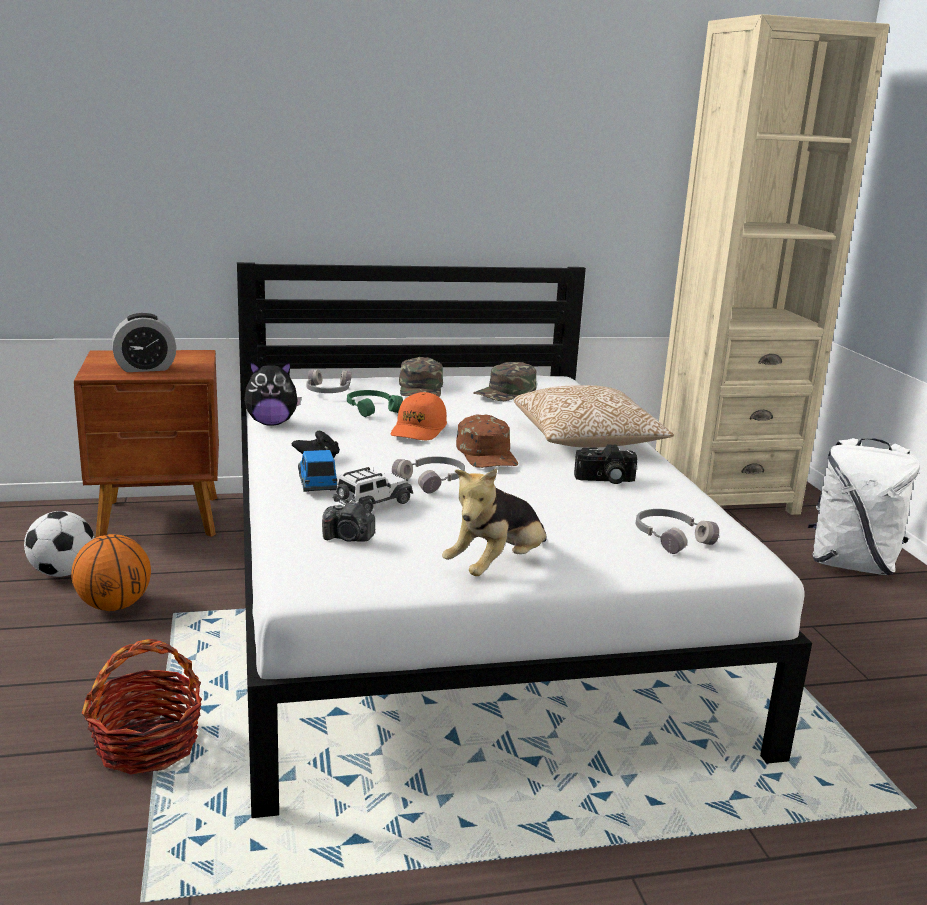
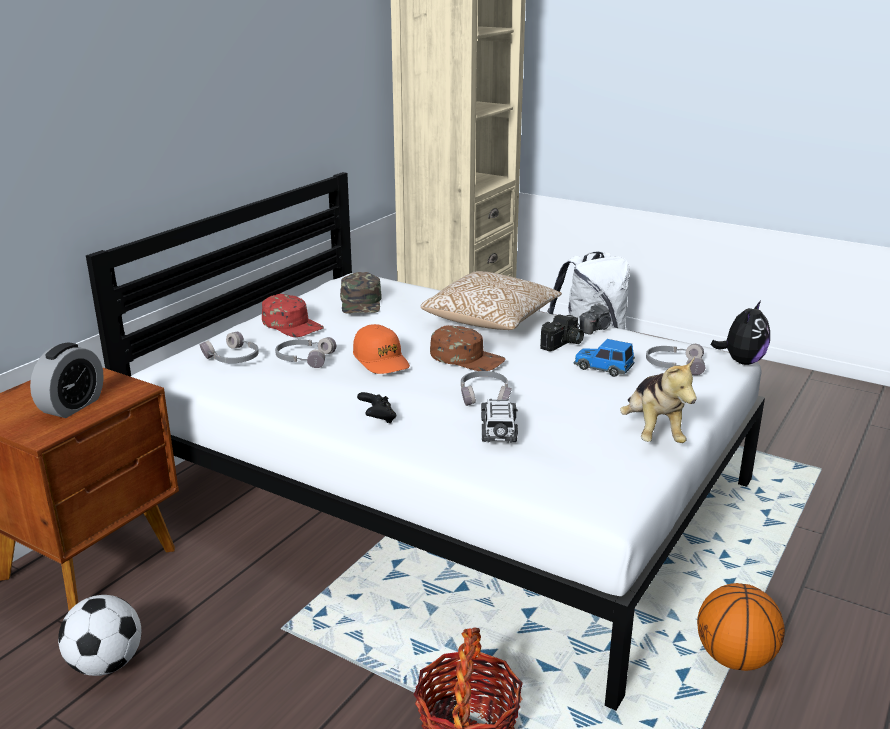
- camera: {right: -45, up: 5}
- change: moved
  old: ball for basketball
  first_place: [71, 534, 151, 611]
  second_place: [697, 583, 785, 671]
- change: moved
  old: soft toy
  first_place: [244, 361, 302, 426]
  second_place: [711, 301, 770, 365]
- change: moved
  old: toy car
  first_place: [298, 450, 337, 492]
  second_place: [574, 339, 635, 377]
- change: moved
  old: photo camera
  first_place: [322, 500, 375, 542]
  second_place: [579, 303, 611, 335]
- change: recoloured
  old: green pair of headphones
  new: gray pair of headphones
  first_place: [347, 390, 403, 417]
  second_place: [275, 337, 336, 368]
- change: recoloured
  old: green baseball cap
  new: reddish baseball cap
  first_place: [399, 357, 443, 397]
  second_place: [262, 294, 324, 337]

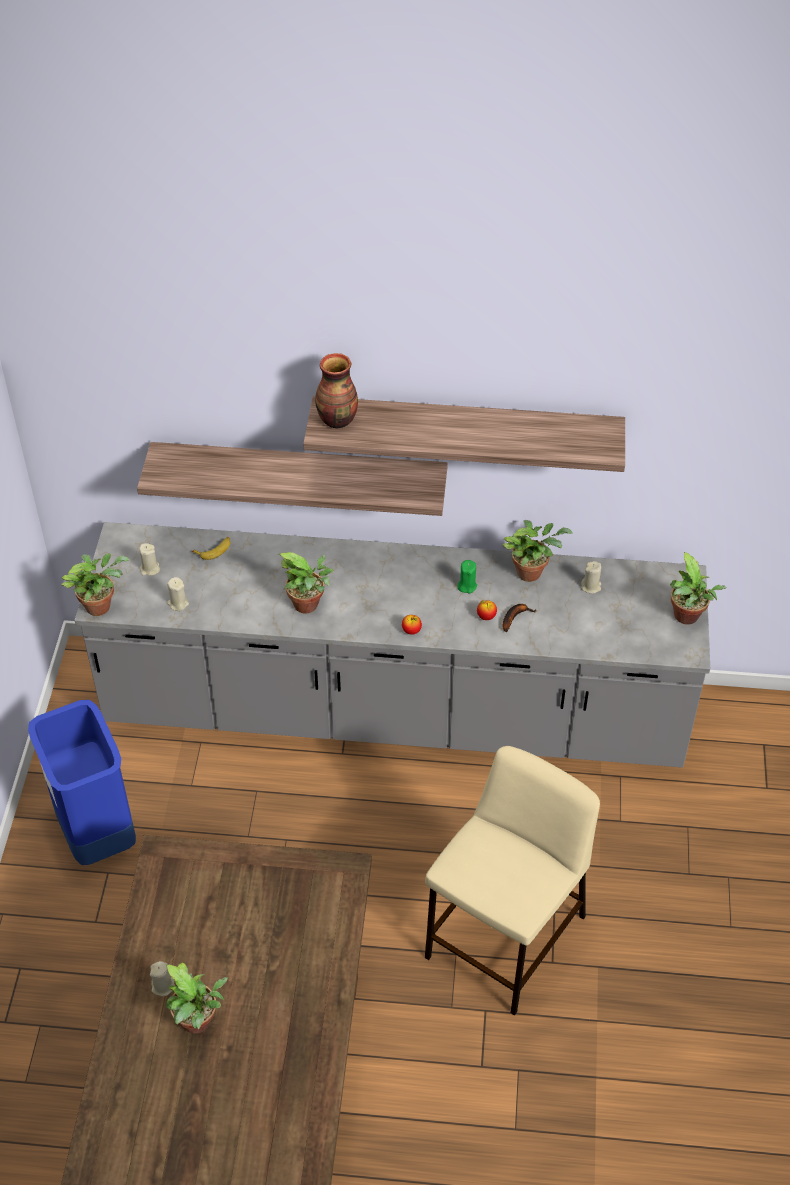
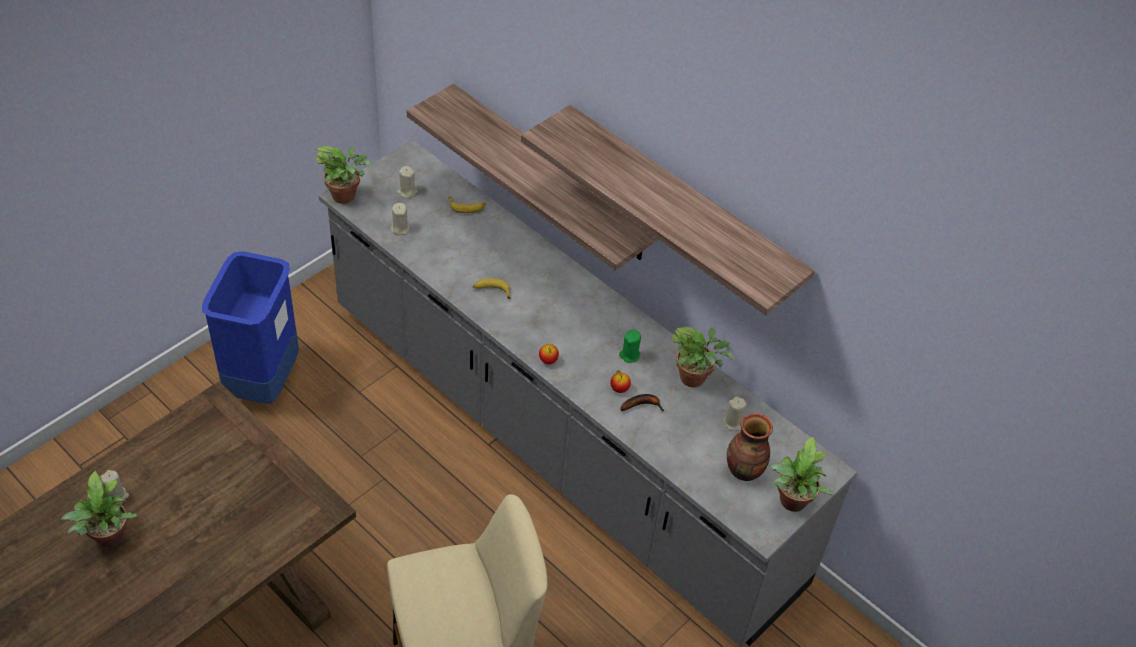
- camera: {right: 35, up: 0}
- change: moved
  old: decorative vase
  first_place: [315, 353, 358, 428]
  second_place: [727, 413, 773, 481]
- change: replaced
  old: potted plant
  new: banana fruit
  first_place: [278, 552, 334, 614]
  second_place: [473, 278, 511, 299]

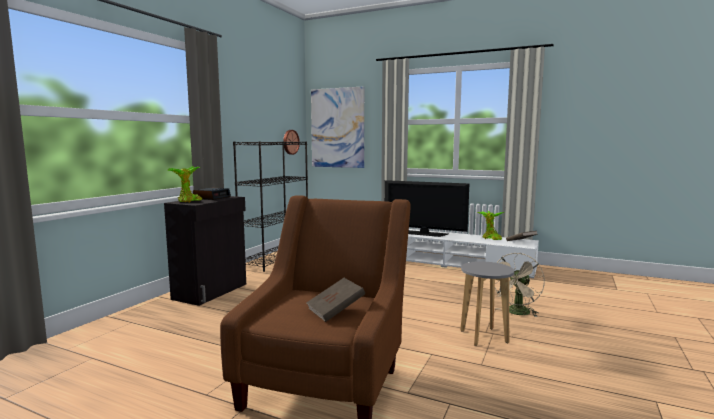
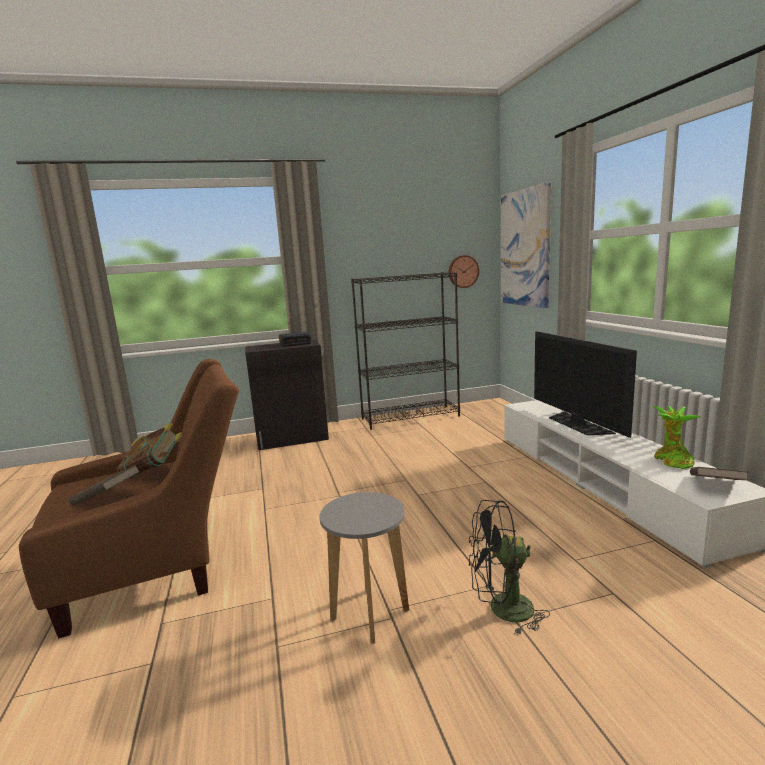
- camera: {right: 50, up: 5}
- change: removed
  old: potted plant
  first_place: [167, 166, 202, 203]
- change: added
  new: volume
  second_place: [117, 423, 183, 478]
- change: recoloured
  old: sand-coloured electric fan
  new: black-coloured electric fan
  first_place: [495, 253, 545, 317]
  second_place: [469, 500, 550, 635]

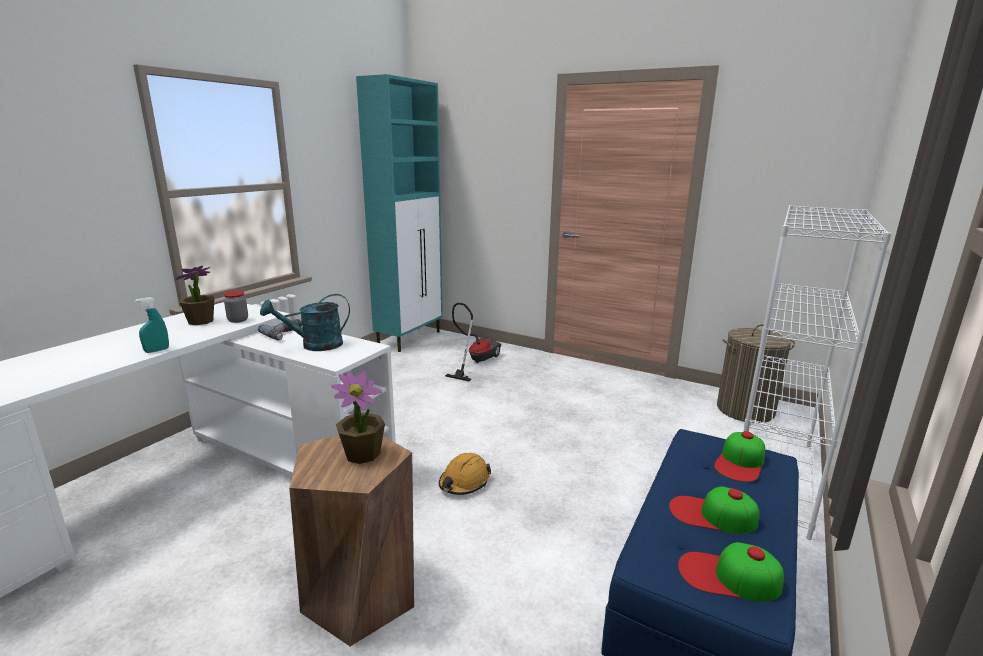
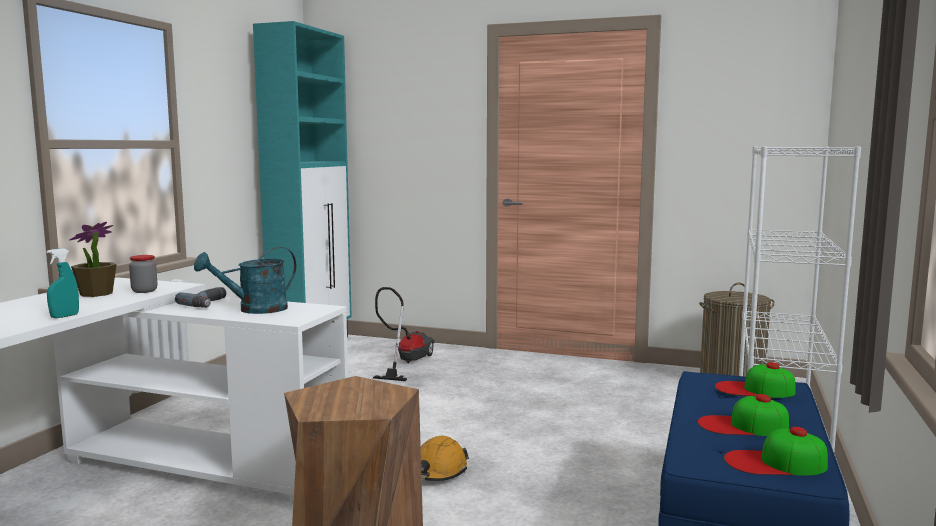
- camera: {right: -10, up: -10}
- change: removed
  old: potted plant
  first_place: [331, 371, 385, 464]
- change: turned
  old: baseball cap
  first_place: [714, 431, 765, 482]
  second_place: [715, 362, 796, 398]
  degrees: 75

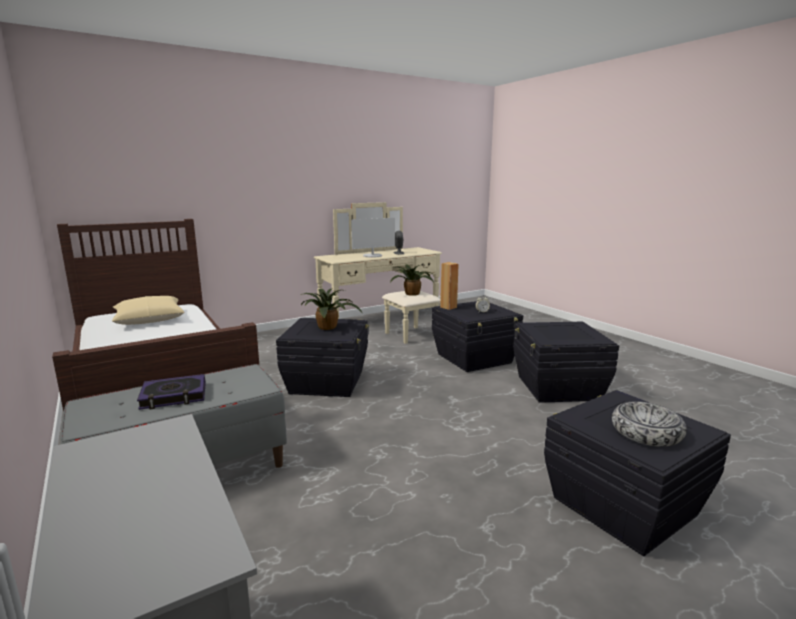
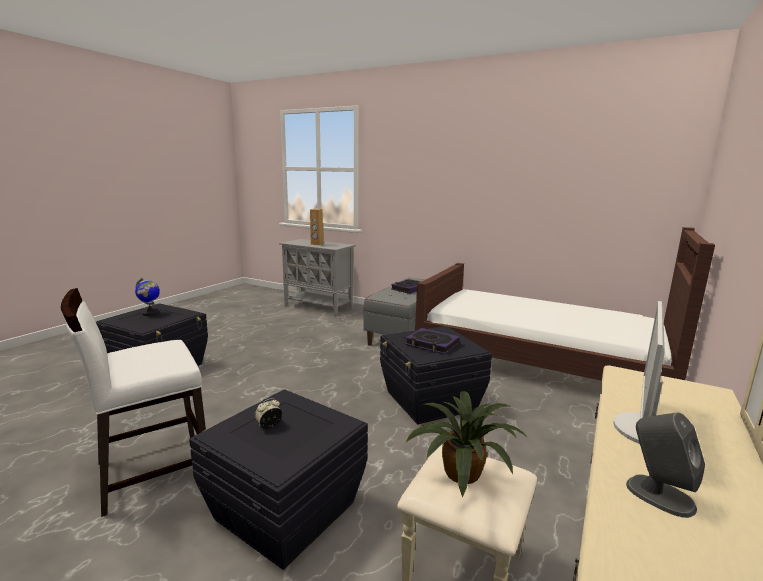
- camera: {right: 150, up: 0}
- change: removed
  old: sand-coloured cushion
  first_place: [112, 296, 184, 325]
- change: moved
  old: brownish loudspeaker
  first_place: [440, 262, 459, 310]
  second_place: [310, 209, 323, 245]
- change: replaced
  old: potted plant
  new: volume
  first_place: [301, 288, 363, 330]
  second_place: [405, 328, 459, 354]
- change: replaced
  old: black-coloured storage box
  new: whitish plain chair
  first_place: [513, 322, 619, 403]
  second_place: [61, 288, 206, 517]
- change: replaced
  old: bowl
  new: desk globe
  first_place: [612, 401, 687, 447]
  second_place: [135, 278, 160, 316]

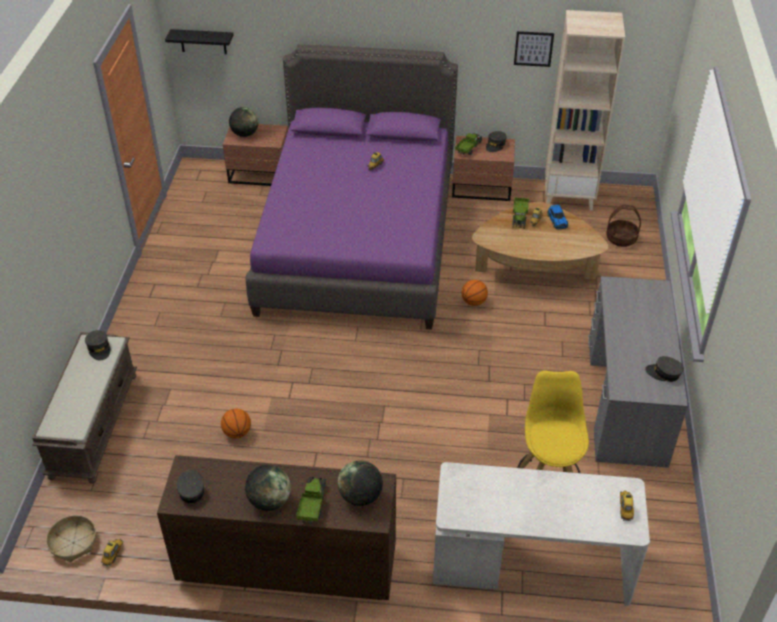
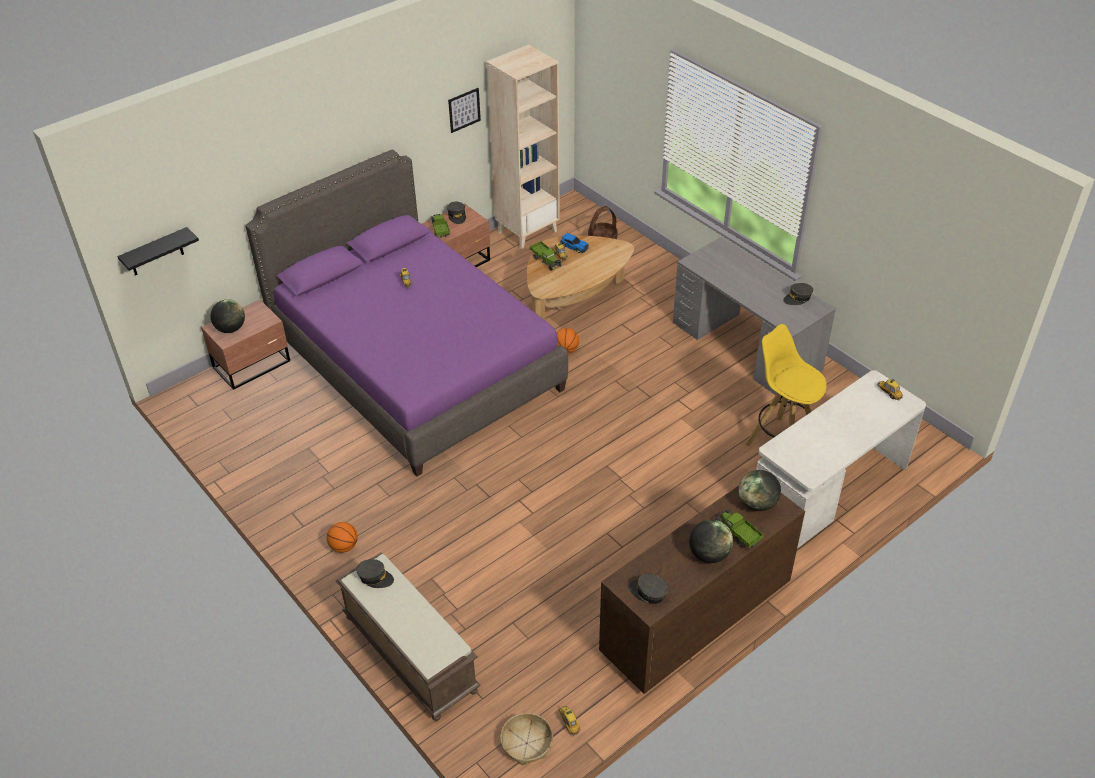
- camera: {right: -45, up: 0}
- change: moved
  old: ball for basketball
  first_place: [221, 408, 251, 439]
  second_place: [327, 522, 358, 553]

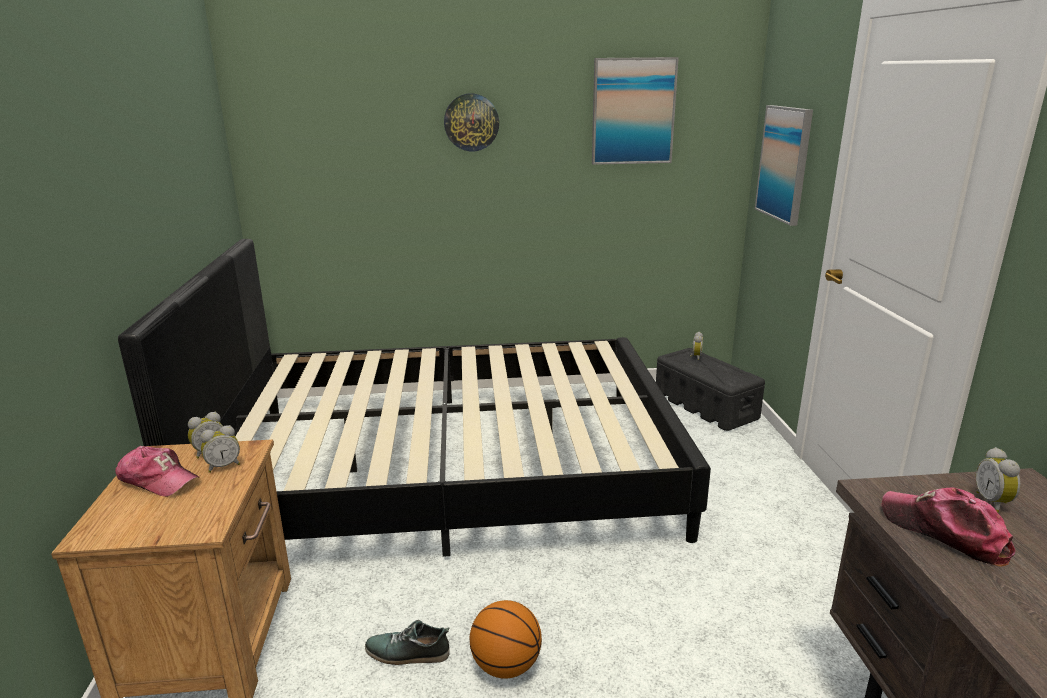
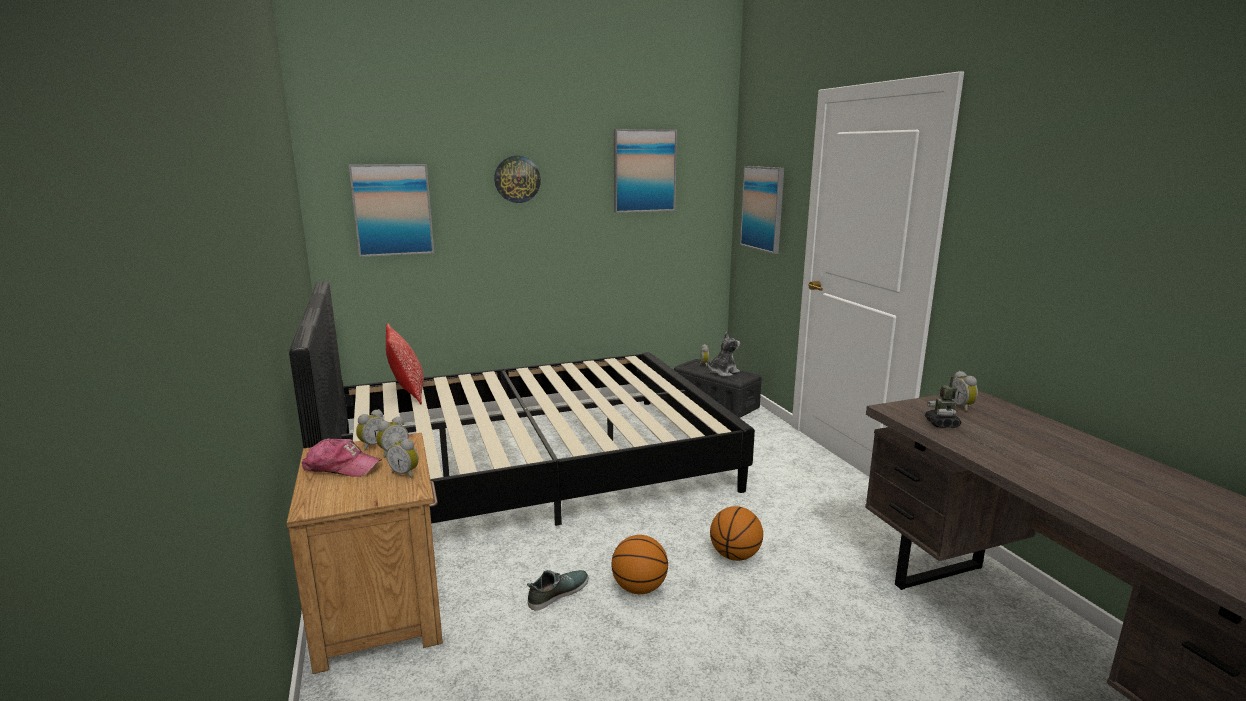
- camera: {right: -15, up: -5}
- change: added
  new: wall picture
  second_place: [349, 164, 434, 257]
- change: added
  new: cushion
  second_place: [386, 323, 424, 404]
- change: added
  new: alarm clock
  second_place: [386, 436, 419, 479]
- change: added
  new: soft toy
  second_place: [707, 332, 740, 377]
- change: added
  new: ball for basketball
  second_place: [710, 506, 763, 561]
- change: replaced
  old: baseball cap
  new: model robot
  first_place: [882, 488, 1016, 567]
  second_place: [925, 377, 962, 428]
- change: turned
  old: shoe
  first_place: [365, 620, 450, 665]
  second_place: [527, 570, 589, 611]
  degrees: 150

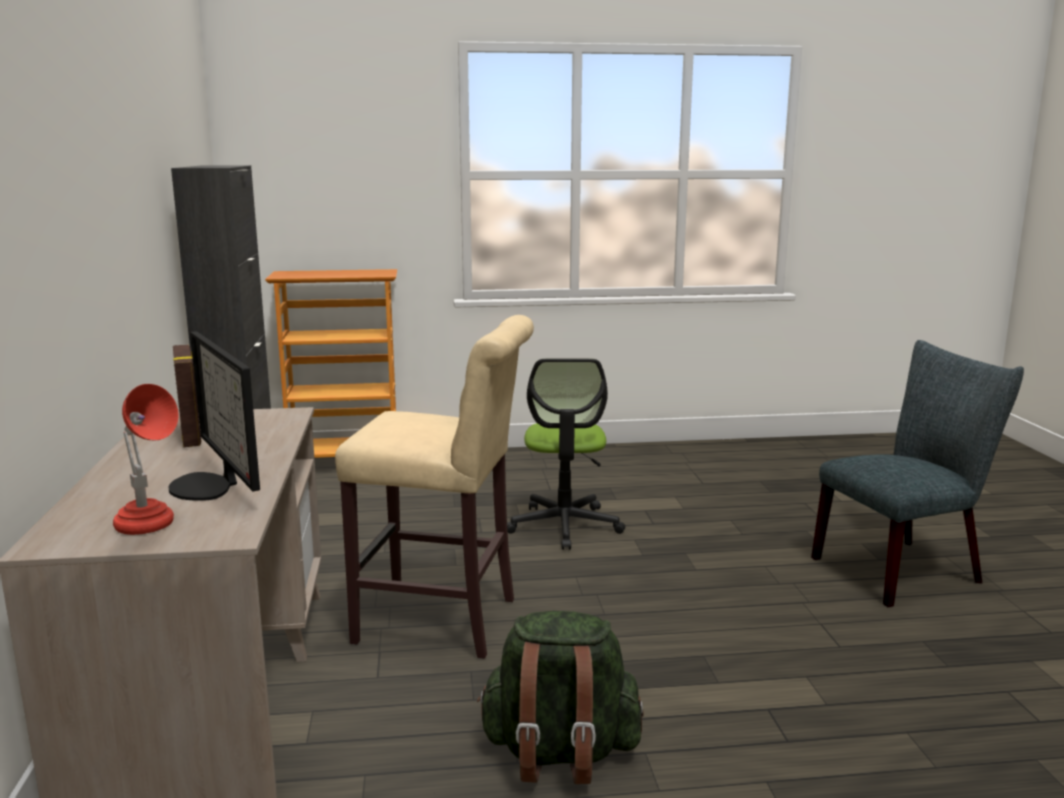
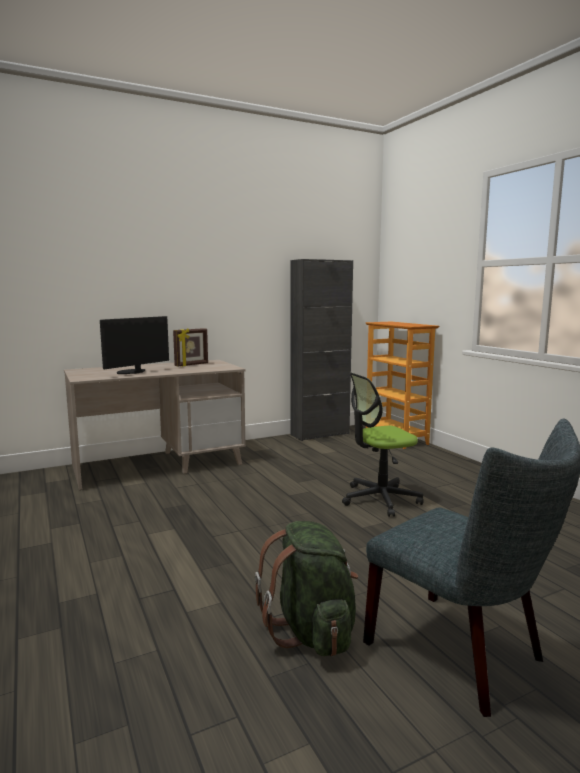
- camera: {right: 70, up: -5}
- change: removed
  old: reddish tabletop lamp
  first_place: [113, 384, 179, 535]
- change: removed
  old: sand-coloured stool seat
  first_place: [335, 315, 534, 659]
- change: moved
  old: green backpack
  first_place: [477, 611, 644, 784]
  second_place: [255, 521, 358, 656]

